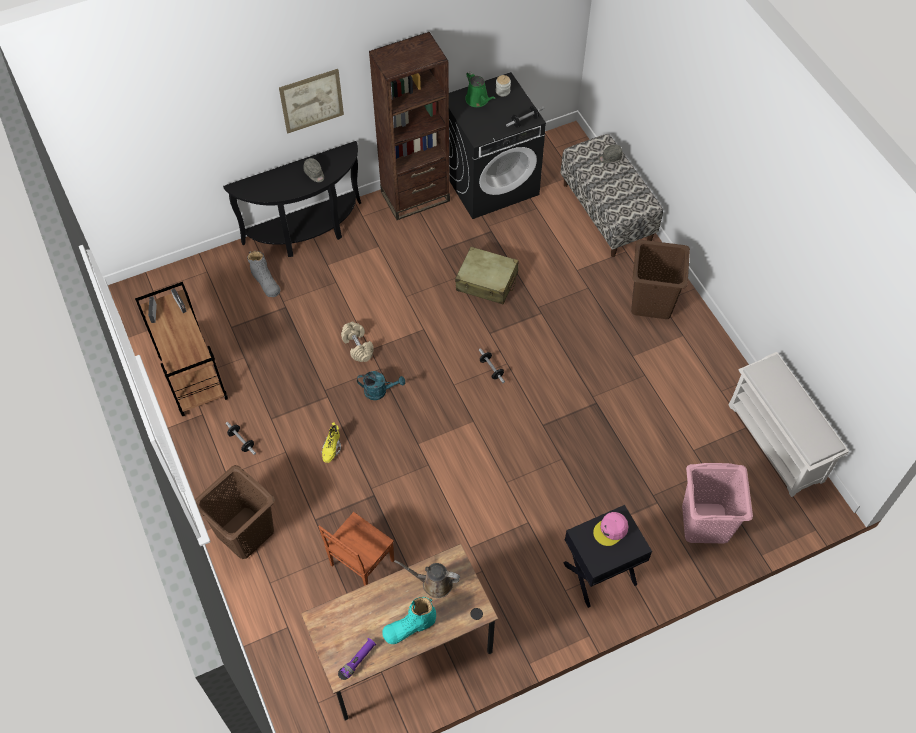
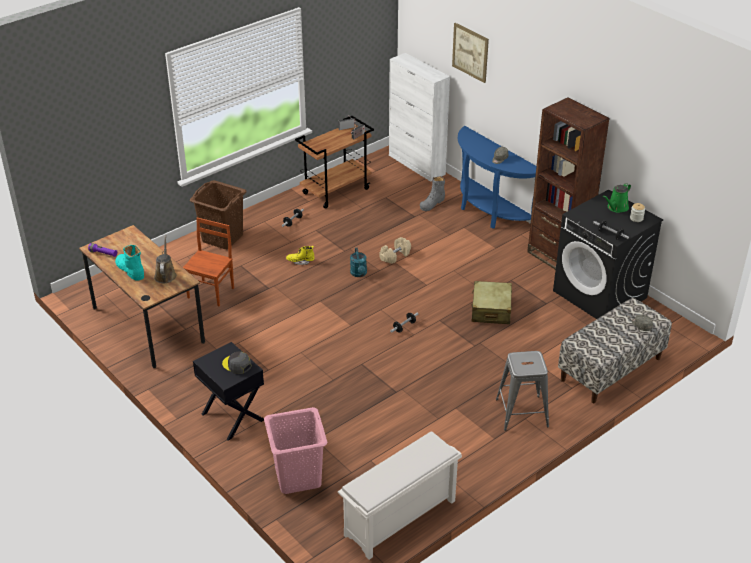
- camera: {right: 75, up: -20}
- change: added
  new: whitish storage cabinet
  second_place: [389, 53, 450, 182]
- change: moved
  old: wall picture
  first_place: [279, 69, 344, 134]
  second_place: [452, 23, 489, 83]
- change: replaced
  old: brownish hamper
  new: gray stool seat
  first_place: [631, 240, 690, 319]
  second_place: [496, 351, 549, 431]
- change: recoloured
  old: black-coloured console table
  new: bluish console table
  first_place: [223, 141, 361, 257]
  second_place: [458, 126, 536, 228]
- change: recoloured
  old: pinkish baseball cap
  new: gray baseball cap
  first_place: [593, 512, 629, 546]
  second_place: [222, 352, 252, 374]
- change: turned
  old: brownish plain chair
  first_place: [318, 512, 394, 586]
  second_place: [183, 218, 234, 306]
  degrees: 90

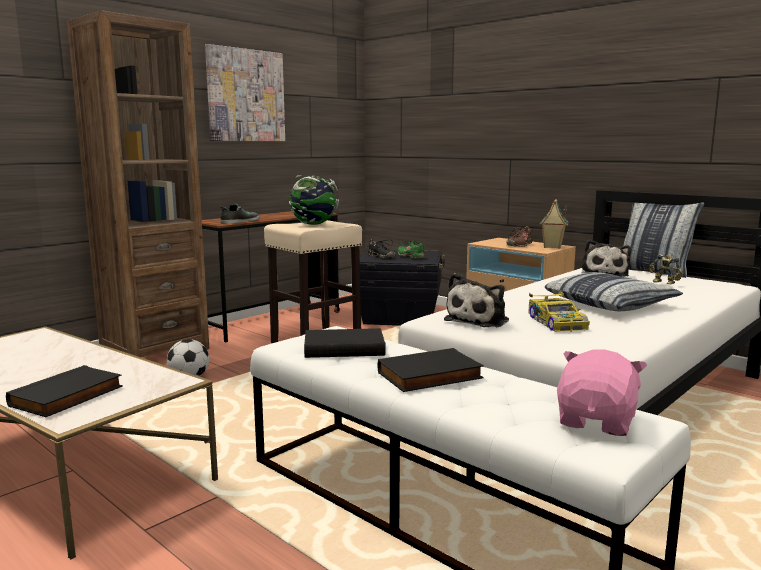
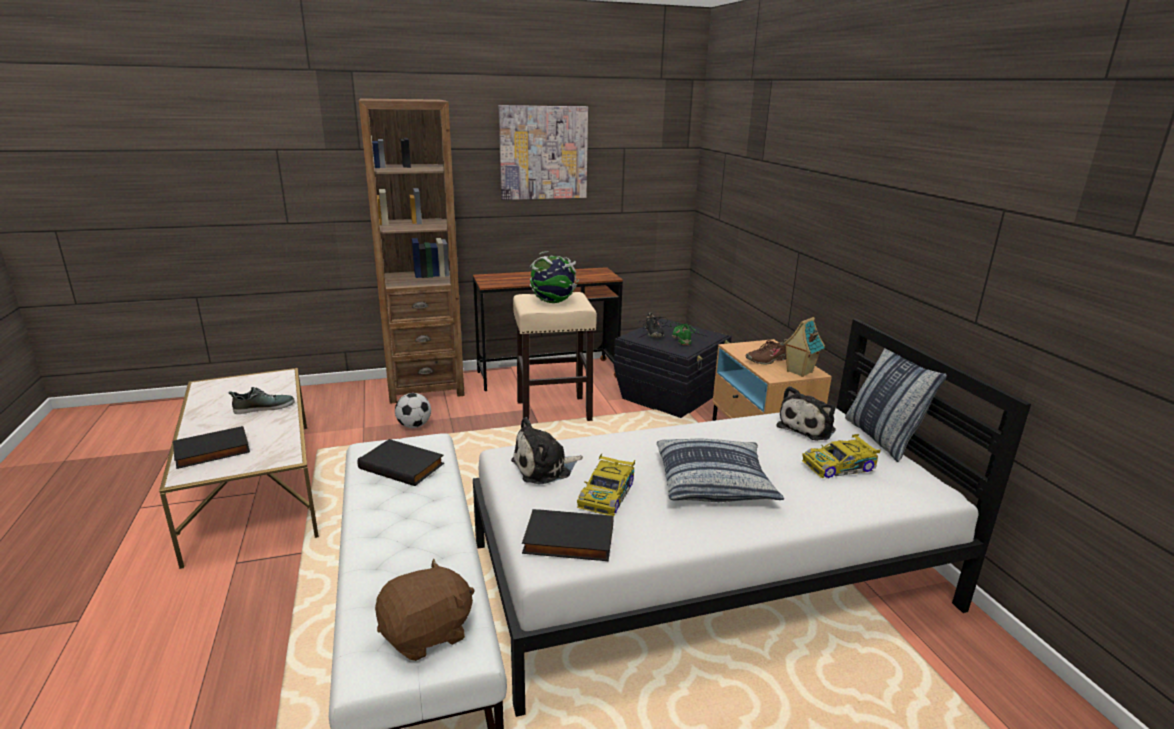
- camera: {right: 30, up: 10}
- change: moved
  old: shoe
  first_place: [220, 204, 259, 224]
  second_place: [229, 387, 295, 414]
- change: moved
  old: black-coloured volume
  first_place: [378, 348, 484, 392]
  second_place: [522, 509, 613, 561]
- change: replaced
  old: model robot
  new: toy car
  first_place: [650, 254, 683, 284]
  second_place: [802, 434, 881, 478]
- change: recoloured
  old: pinkish soft toy
  new: brownish soft toy
  first_place: [557, 349, 647, 436]
  second_place: [375, 558, 474, 661]

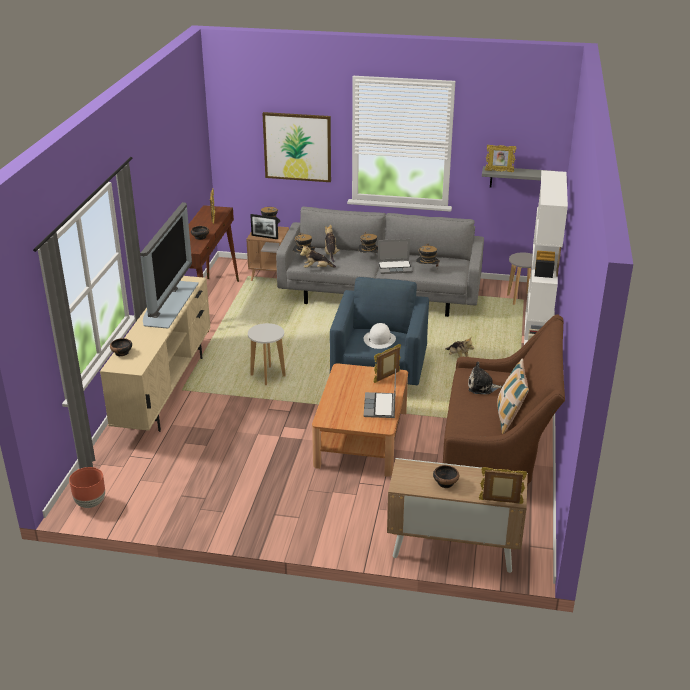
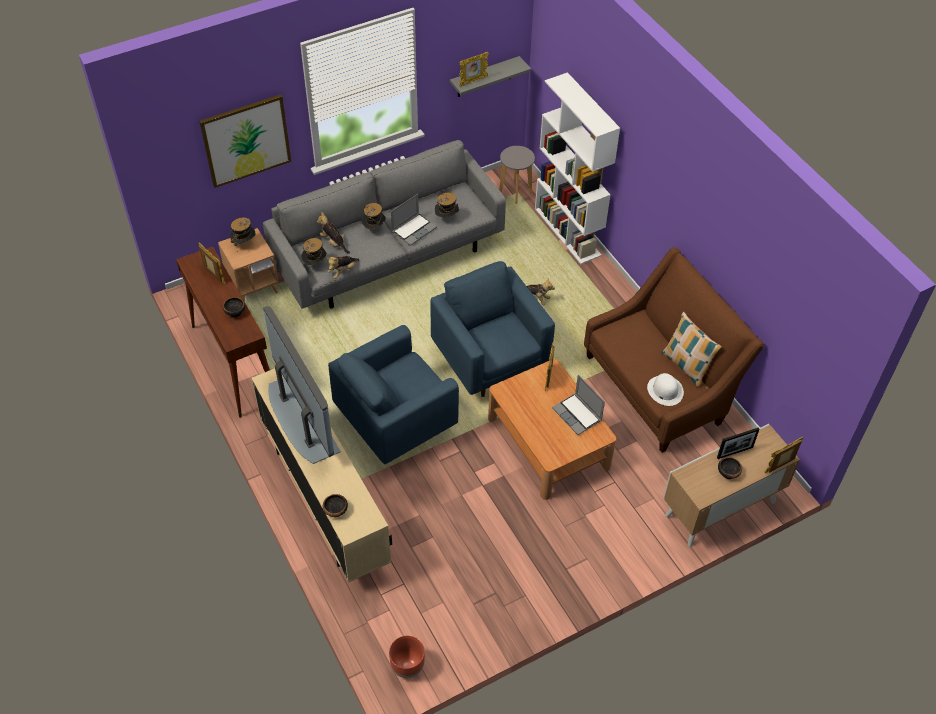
- camera: {right: -40, up: 20}
- change: removed
  old: soft toy
  first_place: [468, 362, 503, 394]
- change: moved
  old: photo frame
  first_place: [250, 214, 278, 239]
  second_place: [717, 428, 760, 459]
- change: moved
  old: whitish hat
  first_place: [364, 323, 396, 349]
  second_place: [647, 373, 684, 406]
- change: replaced
  old: whitish stool seat
  new: bluish lounge chair
  first_place: [248, 323, 286, 385]
  second_place: [328, 325, 459, 464]

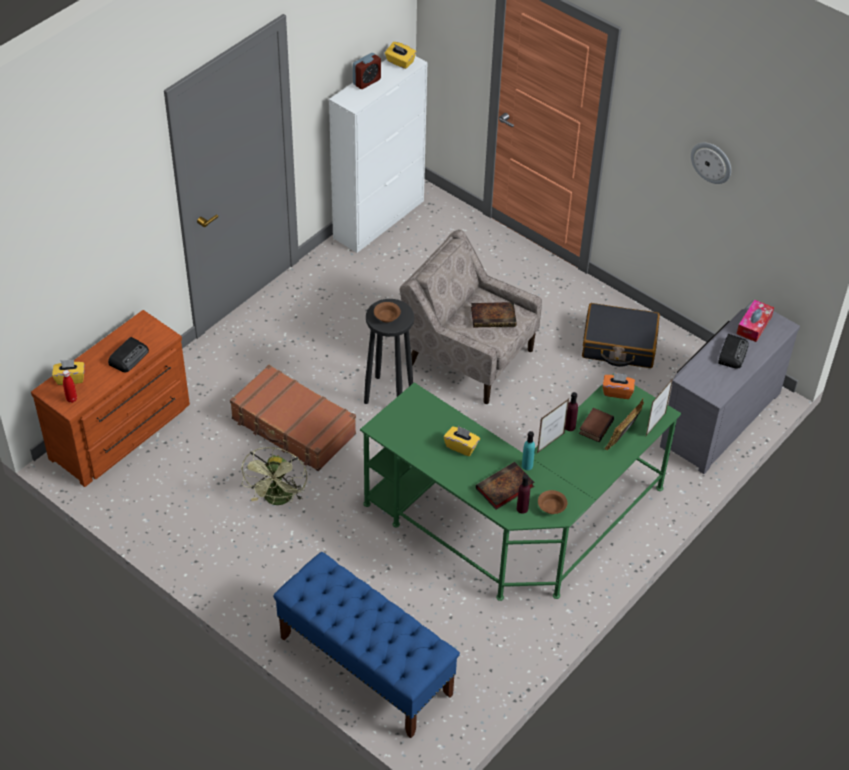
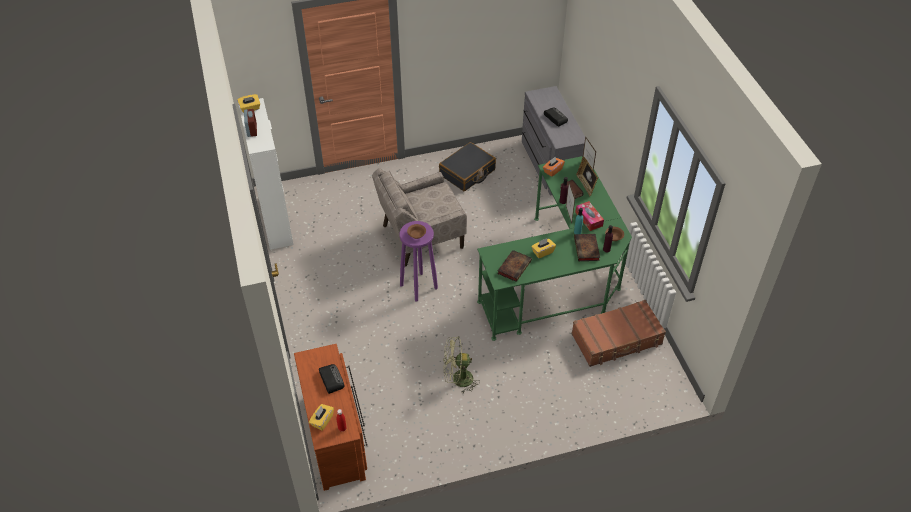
- camera: {right: -55, up: 0}
- change: removed
  old: bluish long seat
  first_place: [273, 552, 460, 738]
- change: removed
  old: hanging clock
  first_place: [691, 142, 731, 184]
- change: moved
  old: brownish suitcase
  first_place: [230, 364, 356, 471]
  second_place: [571, 300, 666, 367]
- change: moved
  old: volume
  first_place: [471, 302, 516, 327]
  second_place: [497, 250, 532, 282]
- change: moved
  old: tissue box
  first_place: [737, 300, 774, 342]
  second_place: [575, 201, 604, 231]
- change: recoloured
  old: black-coloured stool seat
  new: purple-coloured stool seat
  first_place: [364, 299, 414, 404]
  second_place: [399, 221, 438, 302]
- change: turned
  old: green electric fan
  first_place: [241, 447, 307, 505]
  second_place: [443, 336, 480, 394]
  degrees: 135

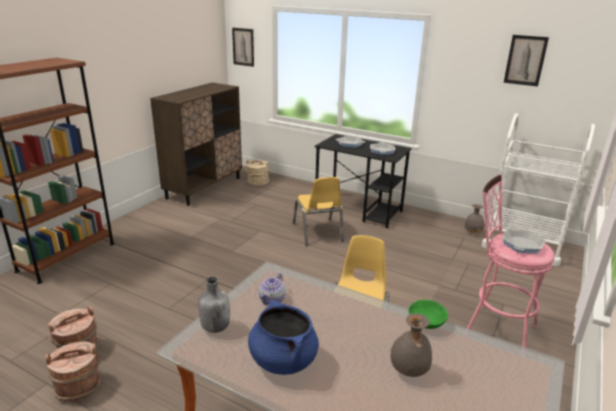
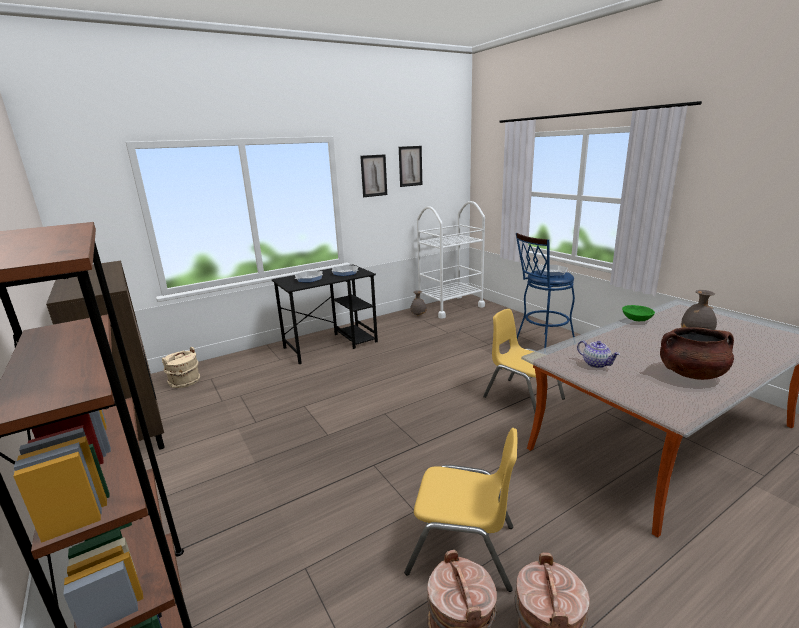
- camera: {right: -60, up: -5}
- change: removed
  old: gray drink bottle
  first_place: [198, 277, 230, 333]
- change: moved
  old: wall picture
  first_place: [232, 28, 254, 67]
  second_place: [360, 154, 387, 197]
- change: moved
  old: yellow-coloured plain chair
  first_place: [293, 177, 344, 246]
  second_place: [404, 428, 517, 592]
- change: recoloured
  old: bluish stockpot
  new: brownish stockpot
  first_place: [248, 300, 319, 375]
  second_place: [660, 327, 734, 380]
- change: recoloured
  old: pinkish stool seat
  new: bluish stool seat
  first_place: [467, 174, 555, 348]
  second_place: [516, 233, 575, 348]

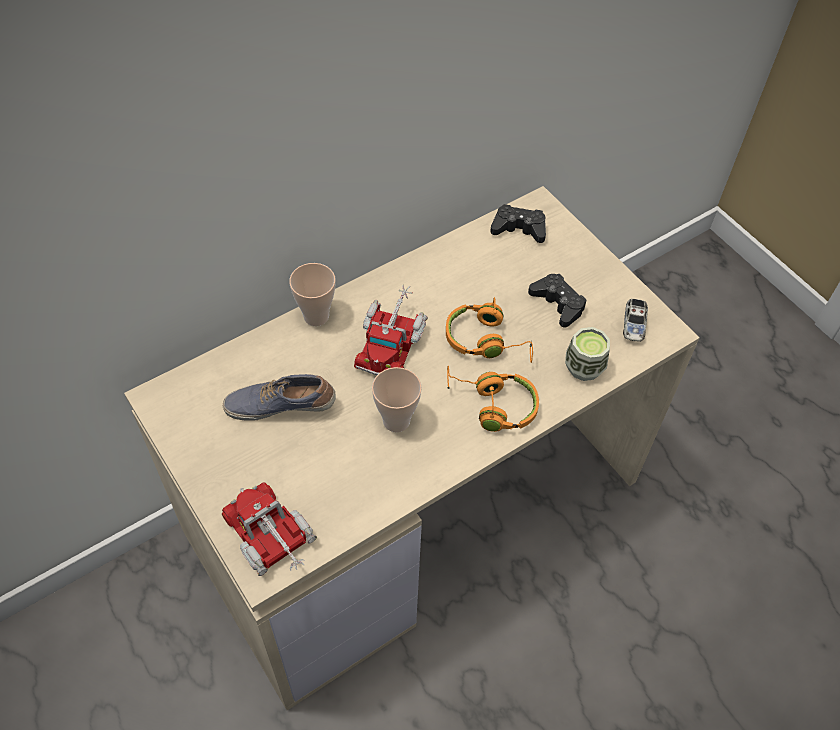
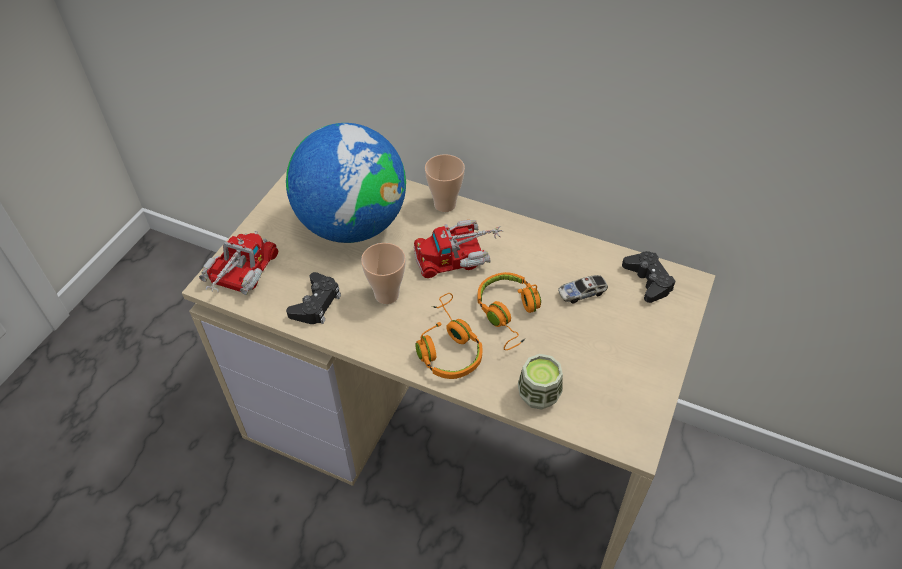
- camera: {right: 60, up: -5}
- change: moved
  old: black-coloured joypad
  first_place: [528, 274, 586, 327]
  second_place: [286, 272, 341, 324]
- change: moved
  old: toy car
  first_place: [623, 299, 648, 342]
  second_place: [558, 275, 608, 304]
- change: replaced
  old: shoe
  new: desk globe
  first_place: [223, 374, 336, 421]
  second_place: [286, 123, 406, 243]

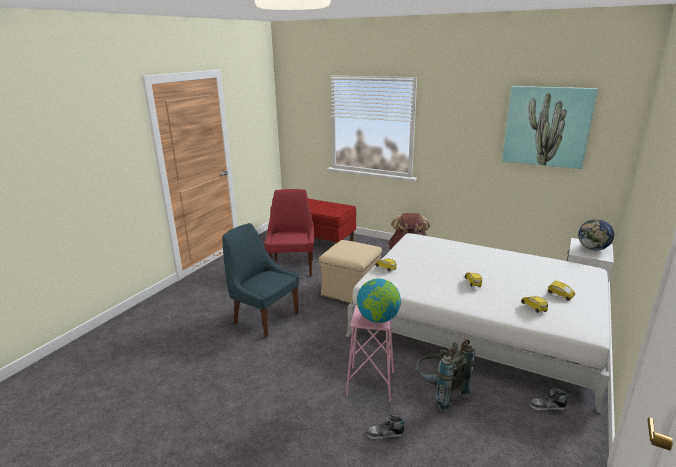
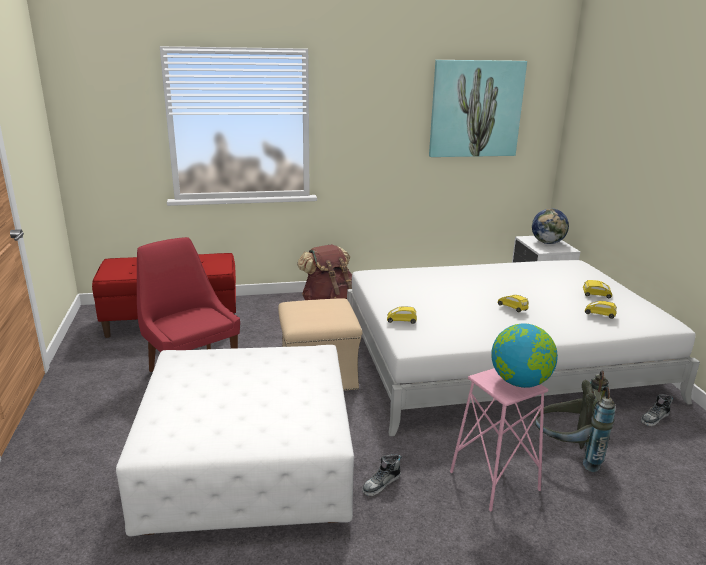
- camera: {right: -40, up: 0}
- change: moved
  old: shoe
  first_place: [366, 414, 406, 439]
  second_place: [362, 455, 402, 496]
- change: replaced
  old: bluish plain chair
  new: whitish footrest
  first_place: [222, 223, 299, 338]
  second_place: [116, 345, 354, 536]

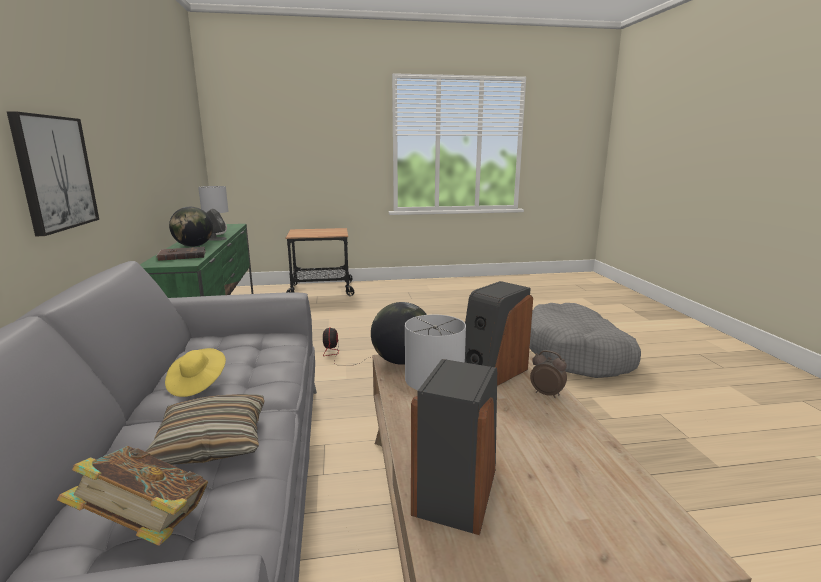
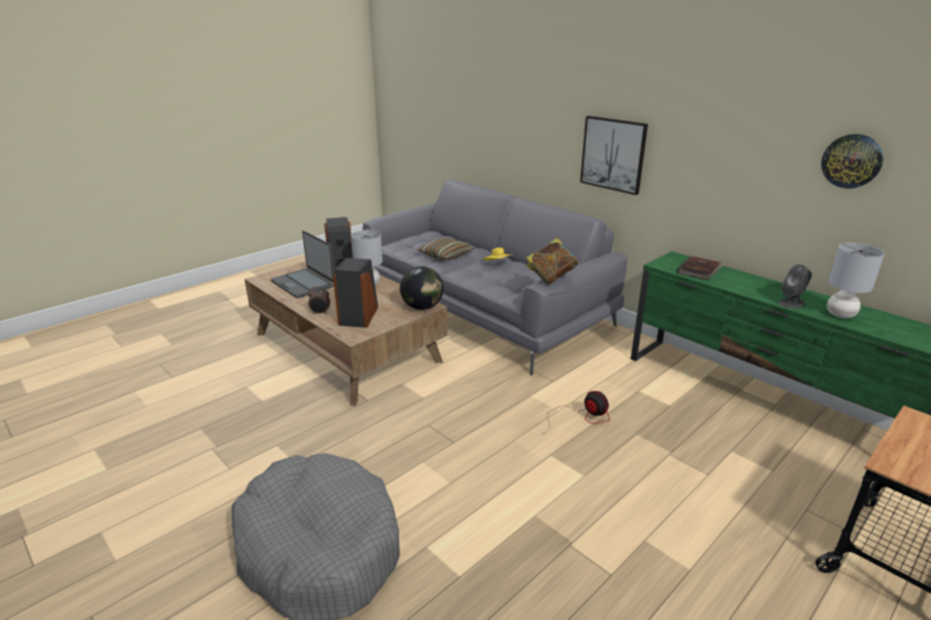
- camera: {right: 145, up: 10}
- change: removed
  old: desk globe
  first_place: [169, 207, 213, 247]
- change: added
  new: laptop
  second_place: [271, 231, 334, 298]
- change: added
  new: hanging clock
  second_place: [821, 134, 883, 188]
- change: moved
  old: volume
  first_place: [57, 446, 208, 546]
  second_place: [526, 238, 578, 285]

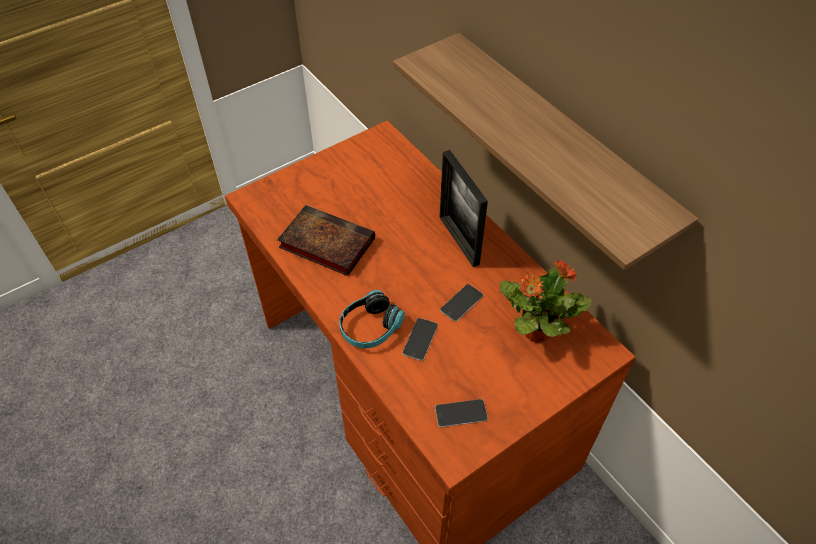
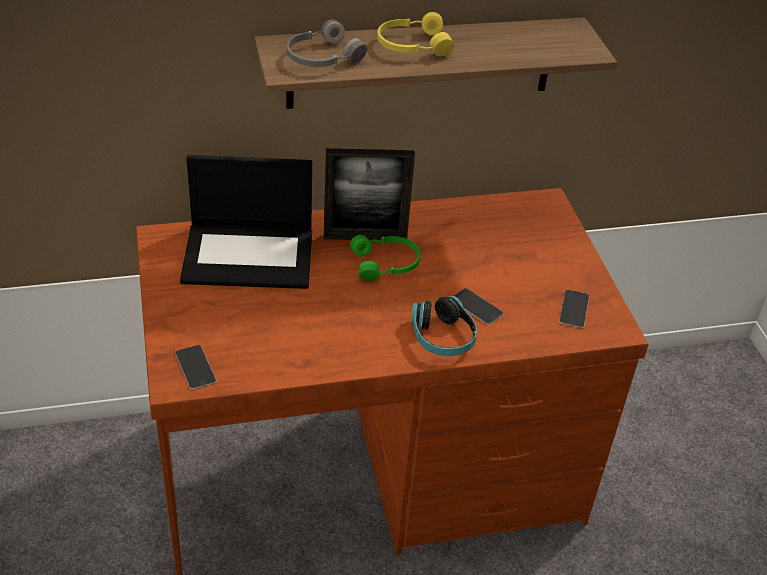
- camera: {right: -70, up: -10}
- change: removed
  old: volume
  first_place: [277, 205, 375, 276]
- change: removed
  old: potted plant
  first_place: [500, 260, 592, 343]
- change: added
  new: laptop
  second_place: [180, 155, 312, 289]
- change: added
  new: gray pair of headphones
  second_place: [287, 20, 368, 67]
- change: added
  new: green pair of headphones
  second_place: [350, 235, 421, 281]
- change: added
  new: yellow-coloured pair of headphones
  second_place: [377, 12, 454, 56]
- change: moved
  old: handset
  first_place: [440, 284, 484, 322]
  second_place: [175, 345, 217, 390]

